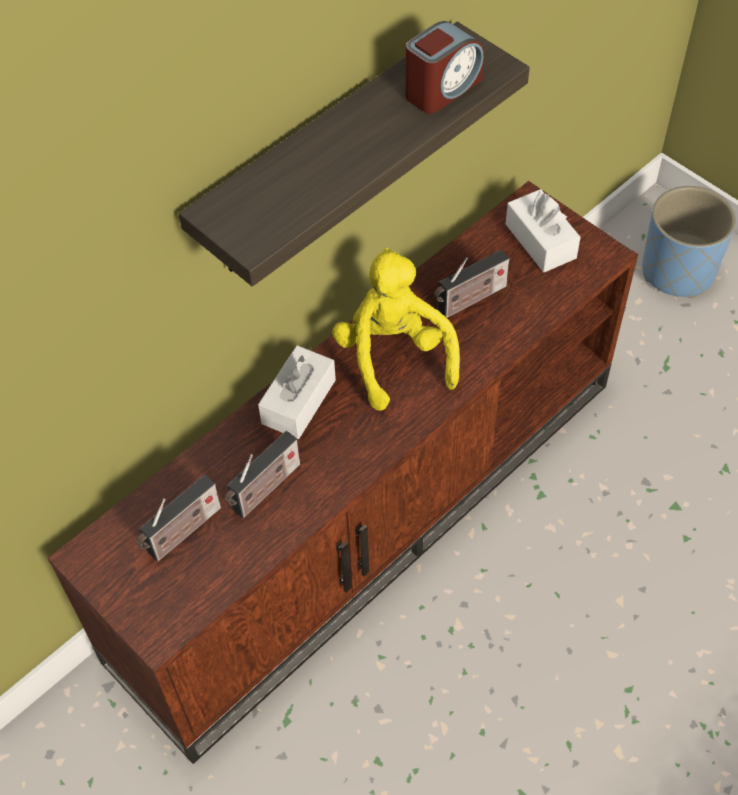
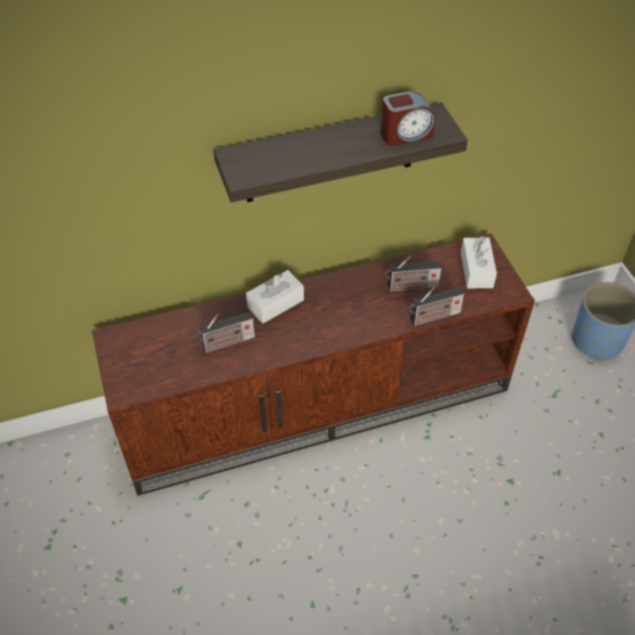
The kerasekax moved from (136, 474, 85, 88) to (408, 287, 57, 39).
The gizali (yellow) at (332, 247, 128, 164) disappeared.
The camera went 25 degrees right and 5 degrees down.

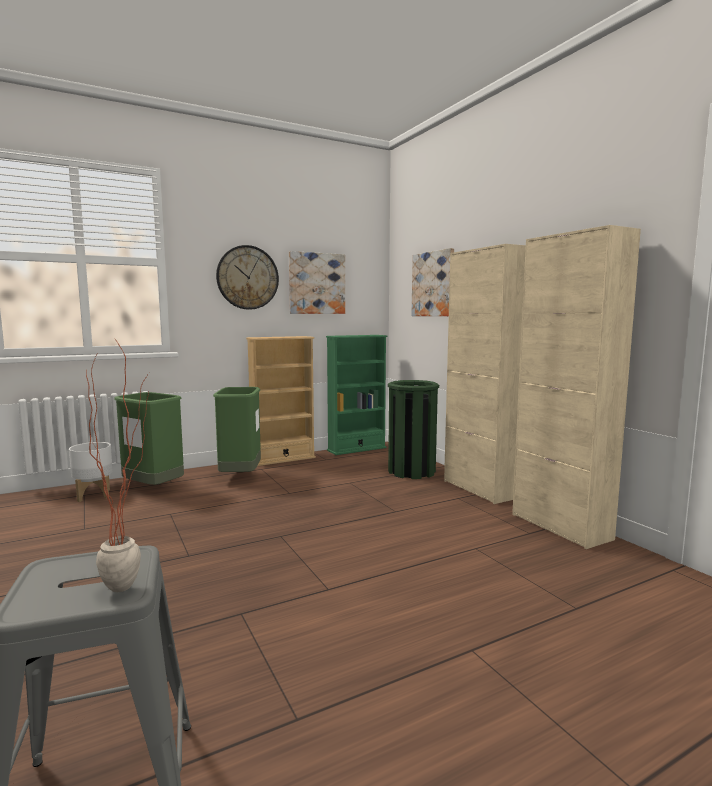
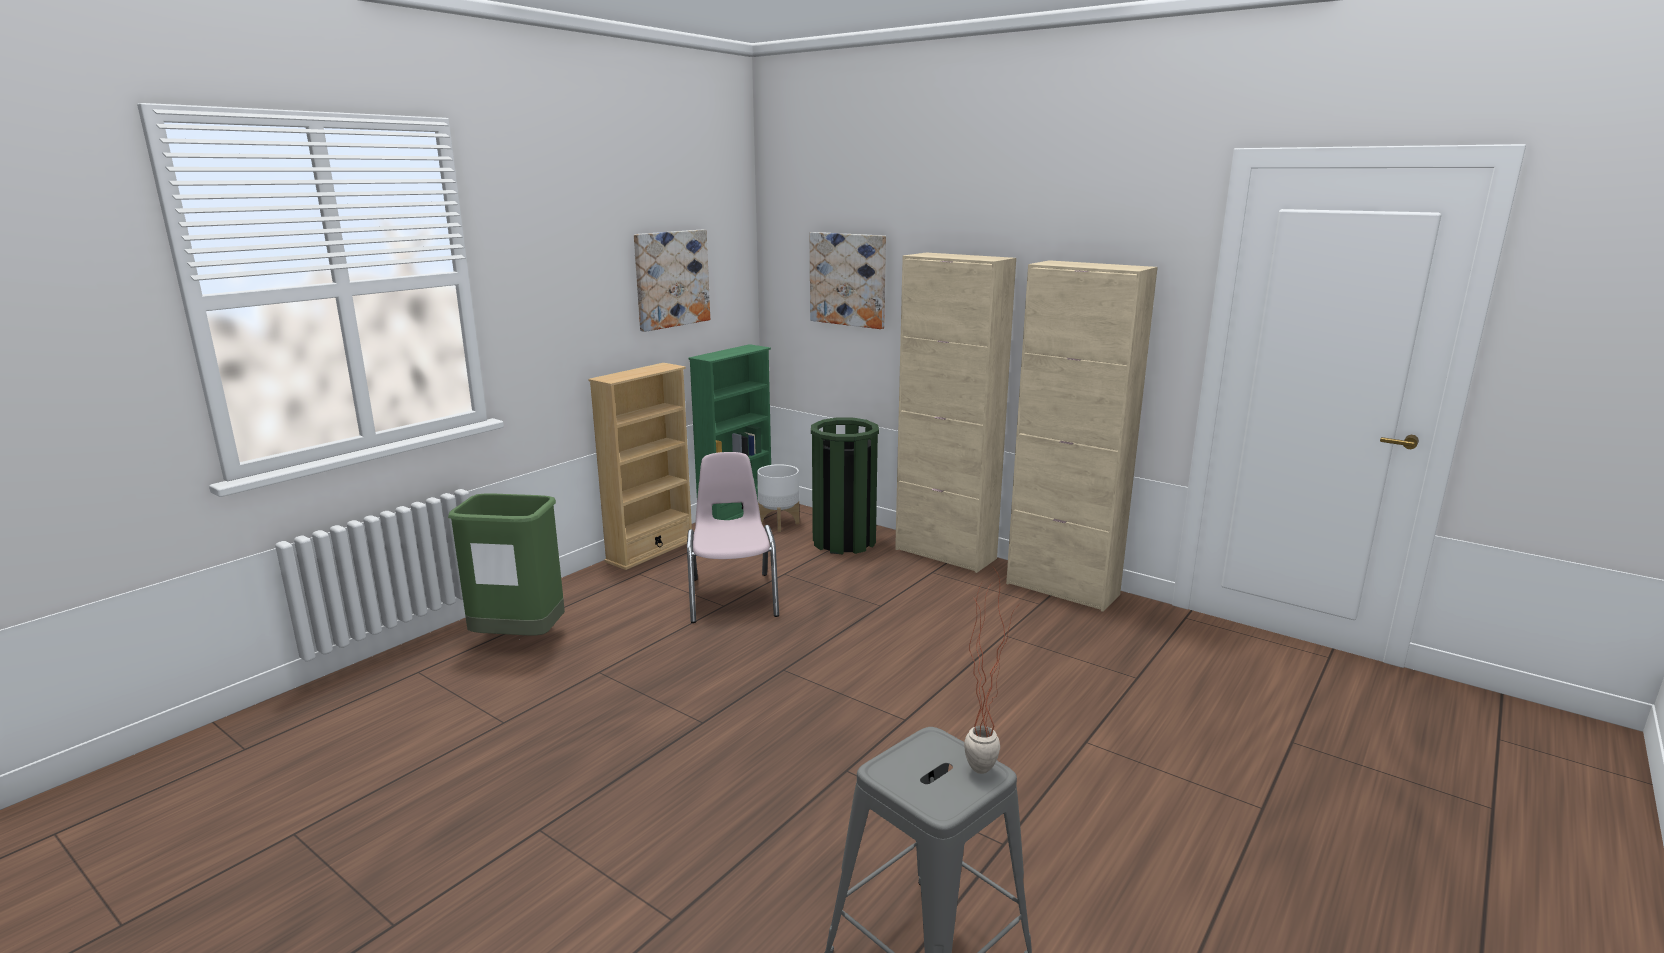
The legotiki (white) moved from (69, 442, 44, 60) to (757, 464, 42, 68).
The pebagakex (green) at (213, 387, 48, 85) disappeared.
The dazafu at (216, 245, 63, 65) disappeared.
The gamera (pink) at (687, 452, 92, 171) appeared.
The camera went 25 degrees left and 10 degrees up.

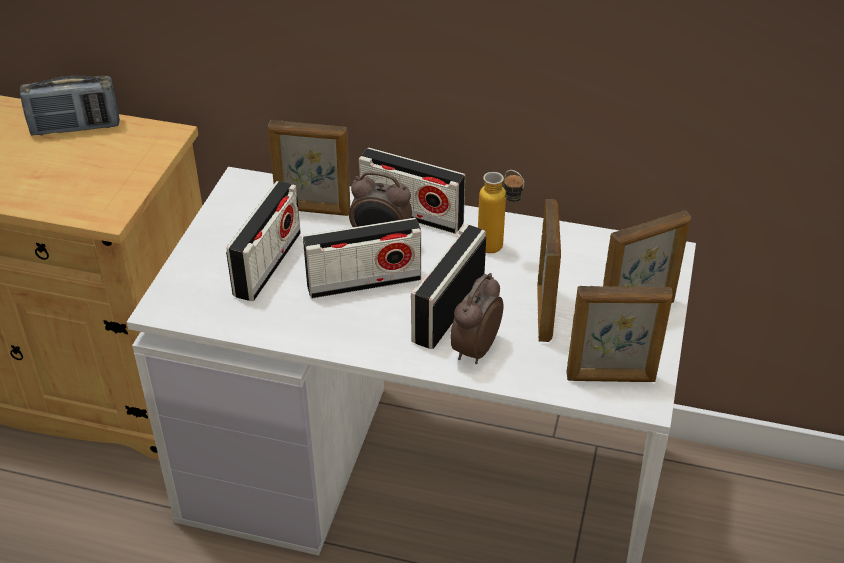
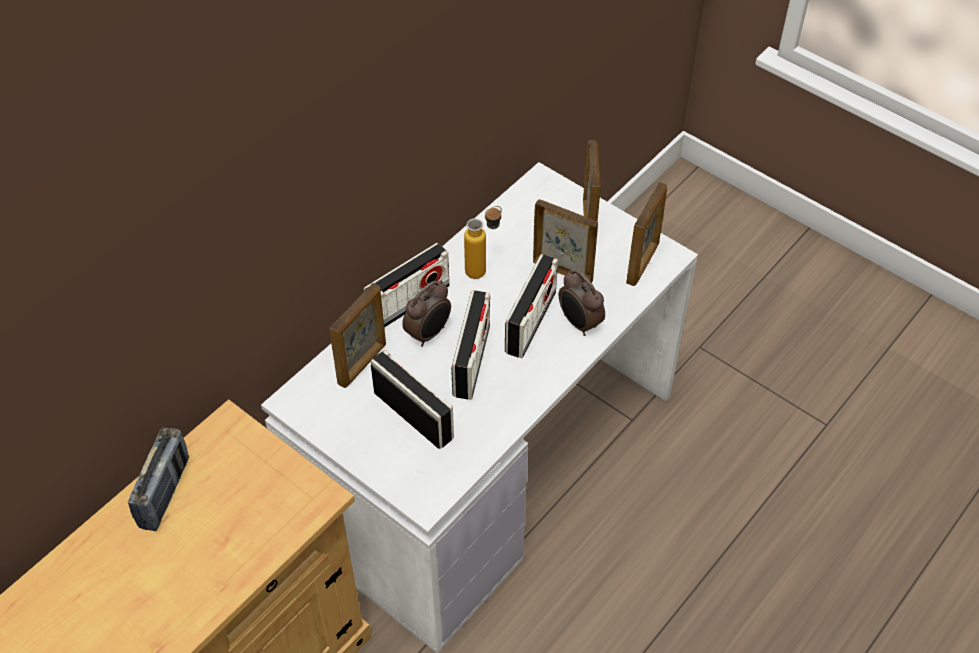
The kerasekax at (411, 224, 75, 125) turned 120 degrees counterclockwise.
The camera went 65 degrees left and 10 degrees up.

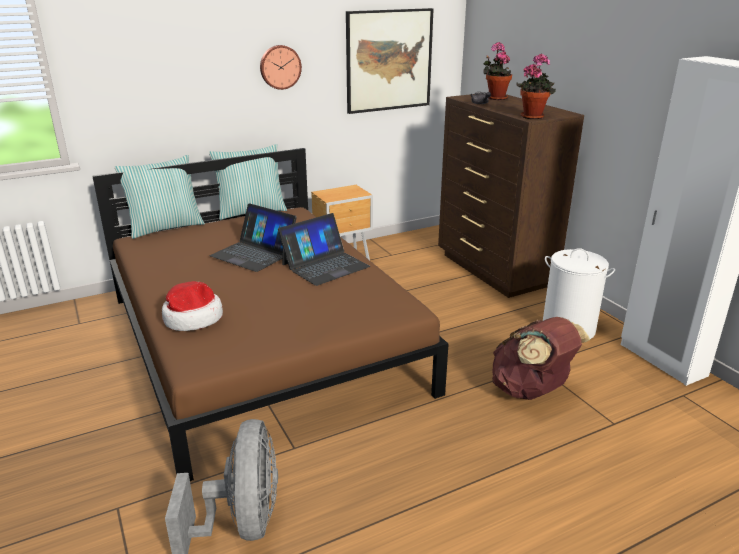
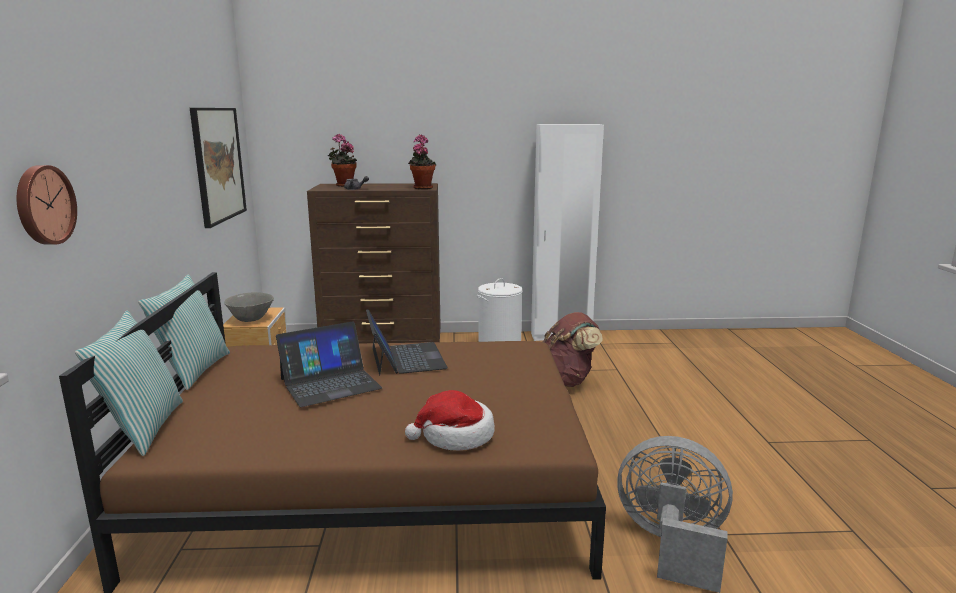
The dazafu moved from (260, 45, 42, 45) to (17, 165, 60, 80).
The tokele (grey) at (224, 292, 50, 30) appeared.
The camera went 65 degrees left and 10 degrees down.

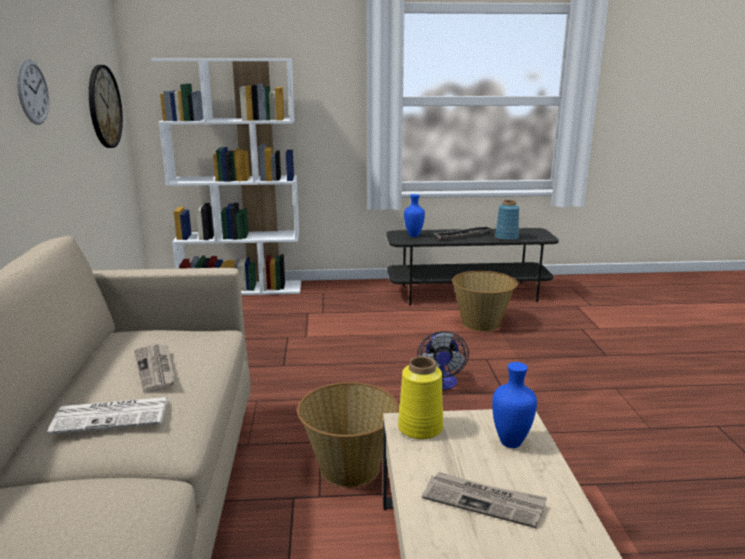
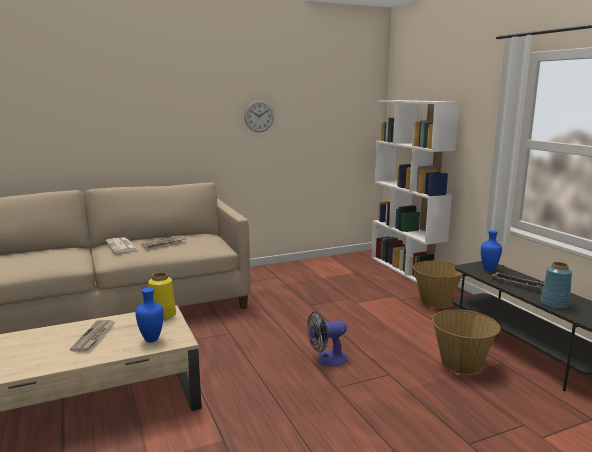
The dazafu at (89, 65, 34, 83) disappeared.
The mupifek moved from (297, 382, 102, 105) to (413, 261, 50, 47).
The camera went 70 degrees right and 5 degrees down.

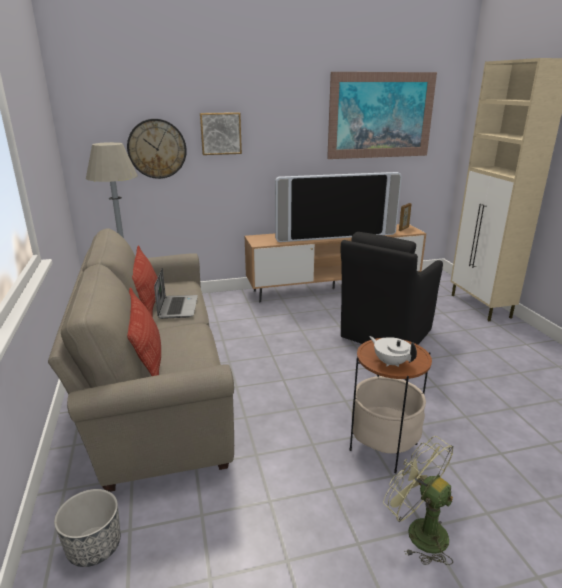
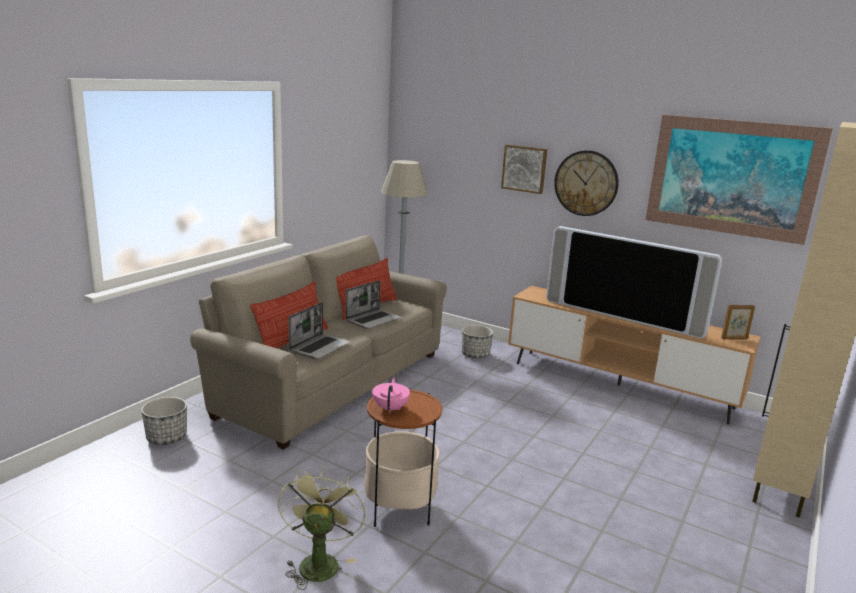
The dazafu moved from (127, 119, 60, 60) to (554, 150, 65, 66).
The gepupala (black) at (340, 232, 103, 113) disappeared.
The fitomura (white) at (369, 336, 48, 31) became the fitomura (pink) at (372, 378, 38, 35).
The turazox at (289, 302, 61, 57) appeared.
The legotiki at (462, 325, 31, 34) appeared.
The camera went 45 degrees right and 5 degrees down.

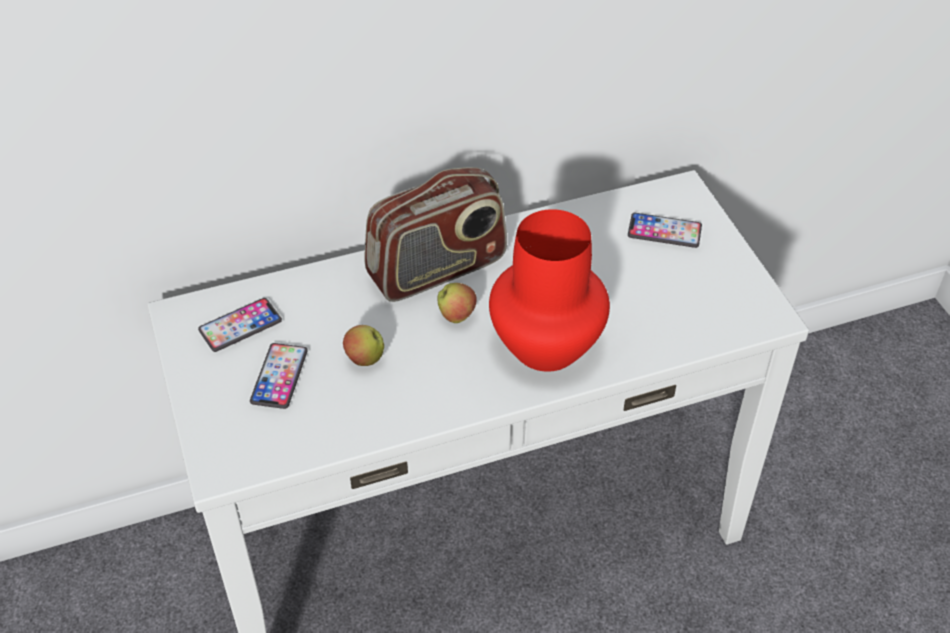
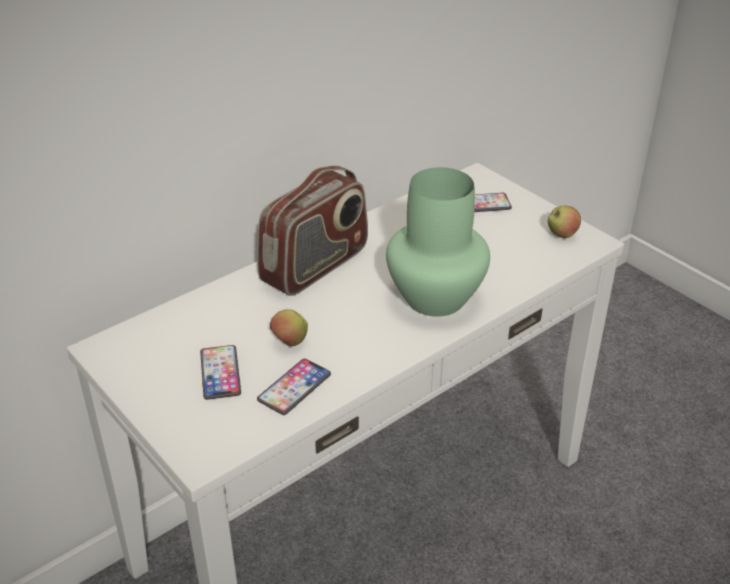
The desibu moved from (198, 298, 84, 54) to (257, 359, 74, 56).
The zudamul moved from (437, 283, 40, 40) to (548, 206, 33, 32).
The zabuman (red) at (489, 209, 121, 163) became the zabuman (green) at (386, 167, 104, 150).
The camera went 20 degrees left and 10 degrees down.

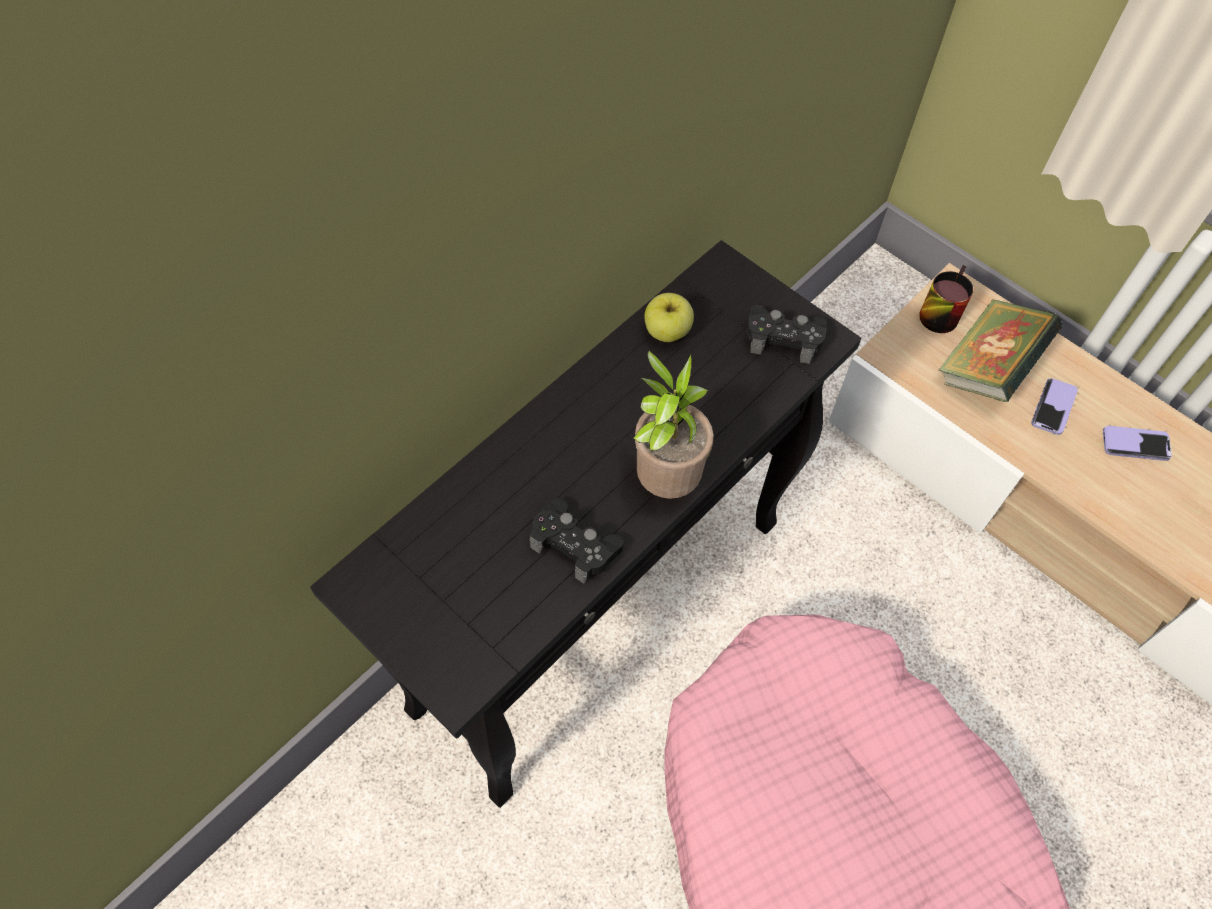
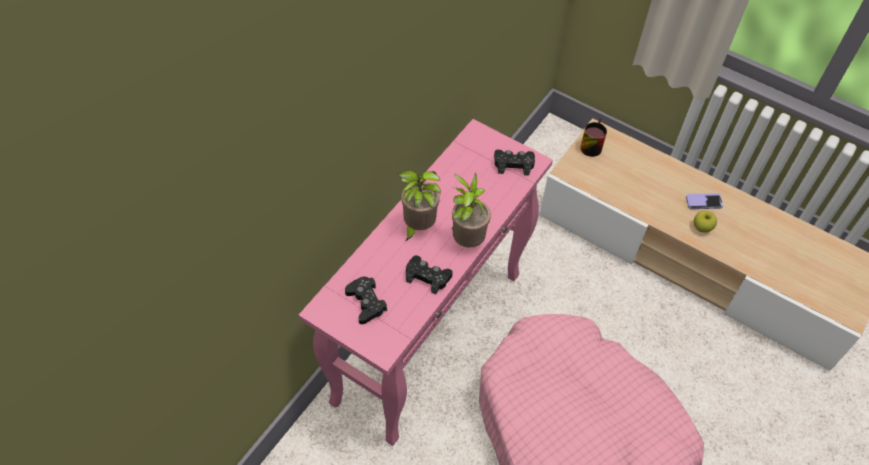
The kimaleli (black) at (310, 240, 551, 568) became the kimaleli (pink) at (299, 119, 254, 327).
The zudamul moved from (644, 293, 50, 49) to (694, 210, 23, 23).
The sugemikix at (939, 299, 123, 103) disappeared.
The desibu at (1031, 378, 47, 57) disappeared.
The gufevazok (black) at (345, 277, 42, 47) appeared.
The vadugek at (398, 171, 43, 70) appeared.
The camera went 10 degrees left and 5 degrees down.

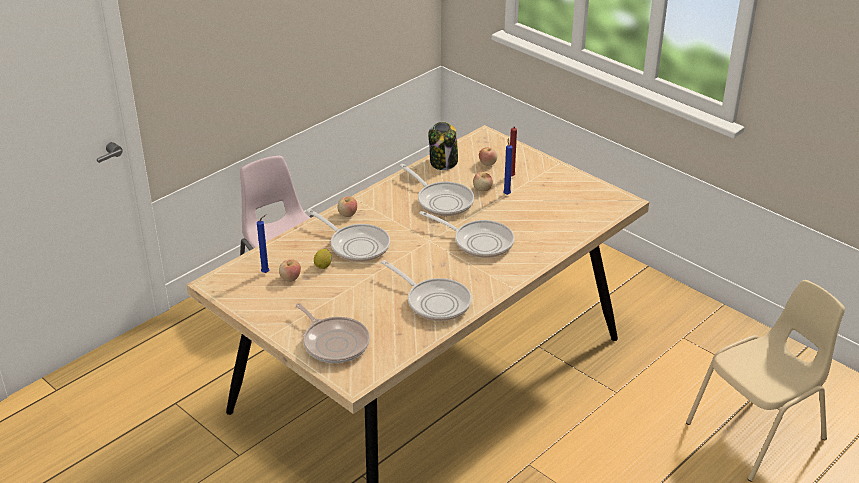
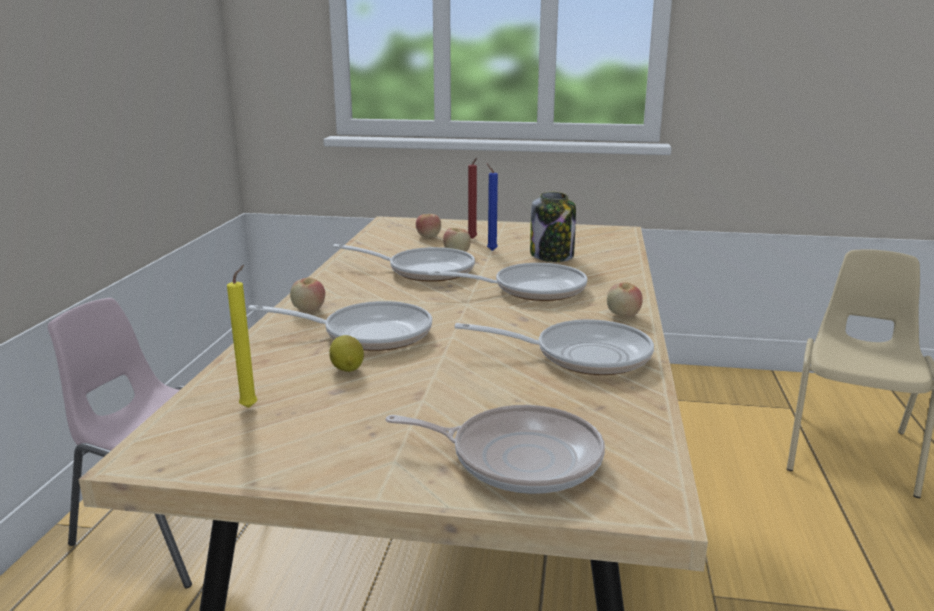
The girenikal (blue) at (257, 214, 12, 59) became the girenikal (yellow) at (227, 265, 30, 143).
The zudamul moved from (279, 259, 22, 23) to (607, 282, 36, 35).
The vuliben moved from (428, 122, 30, 48) to (530, 192, 46, 70).
The camera went 35 degrees left and 15 degrees down.

